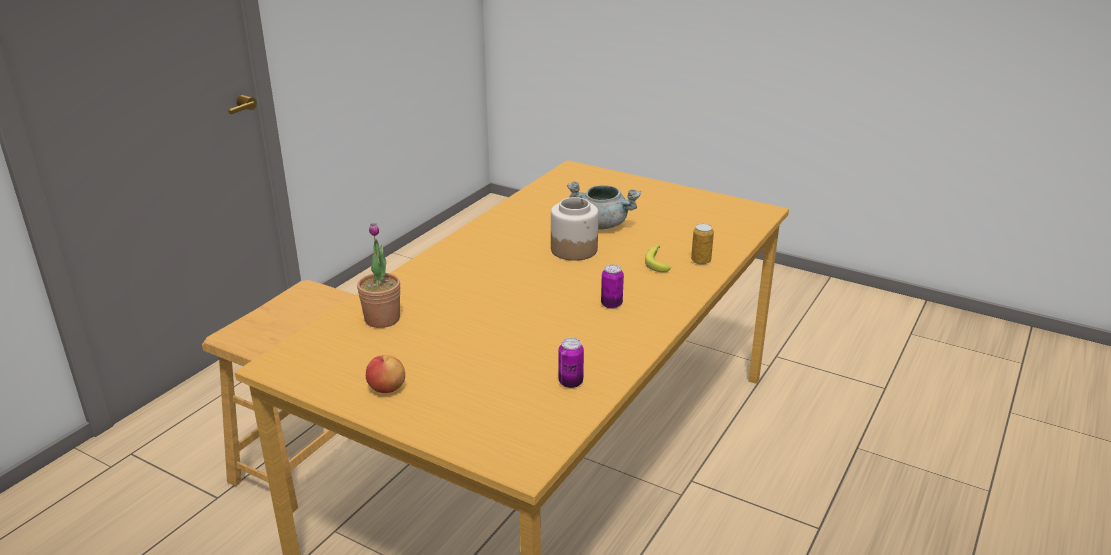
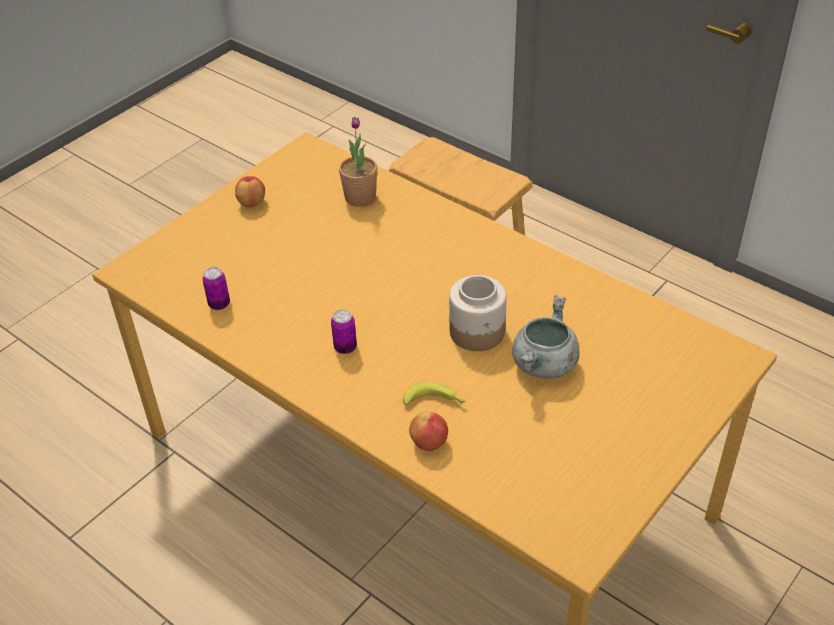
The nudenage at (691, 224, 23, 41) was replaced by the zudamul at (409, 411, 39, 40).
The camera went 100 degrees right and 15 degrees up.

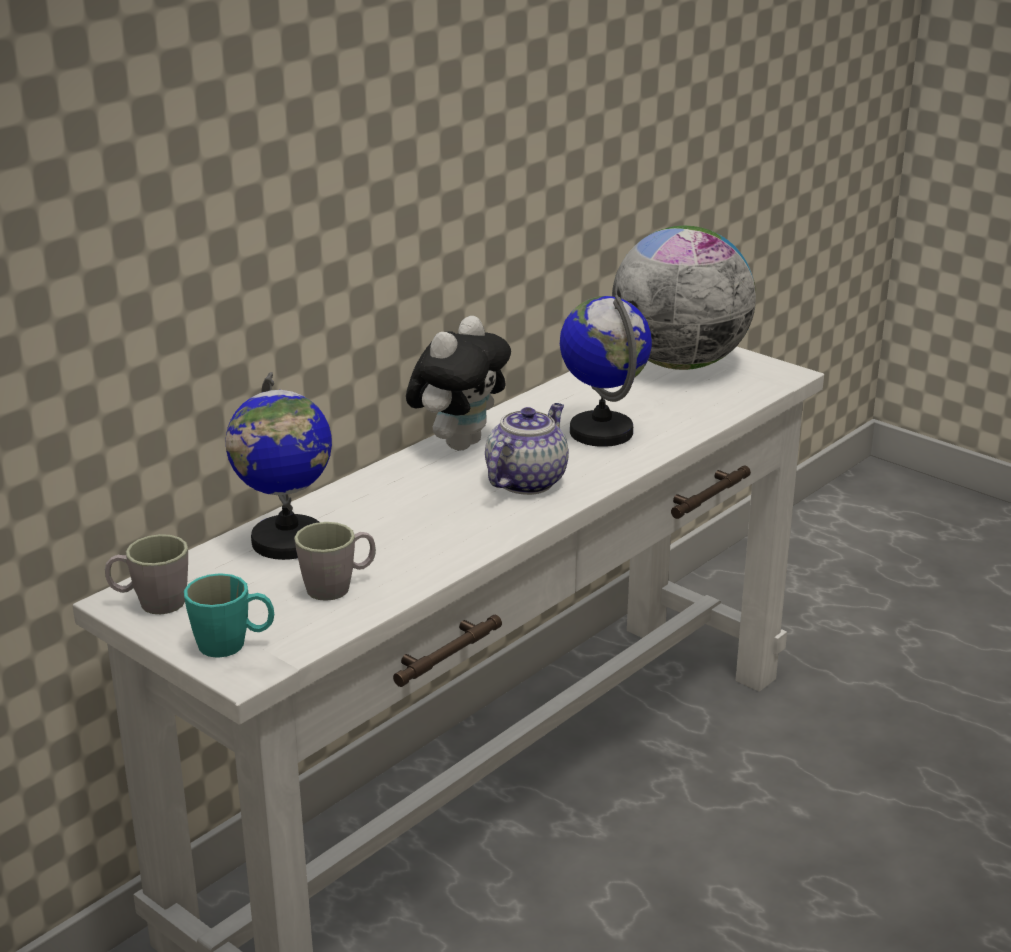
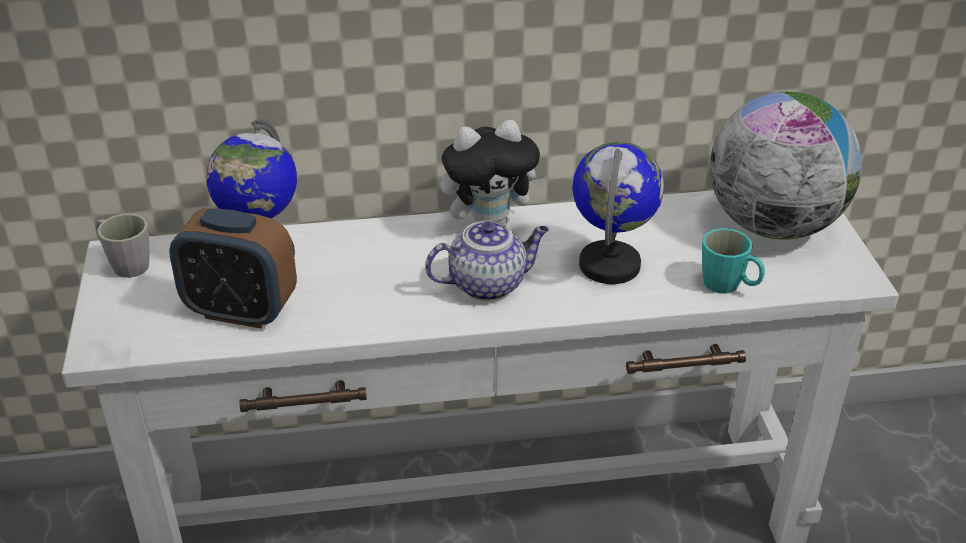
The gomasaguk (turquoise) moved from (184, 573, 90, 85) to (702, 228, 63, 66).
The gomasaguk (grey) at (294, 522, 82, 79) was replaced by the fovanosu at (169, 208, 128, 120).
The camera went 40 degrees right and 10 degrees up.

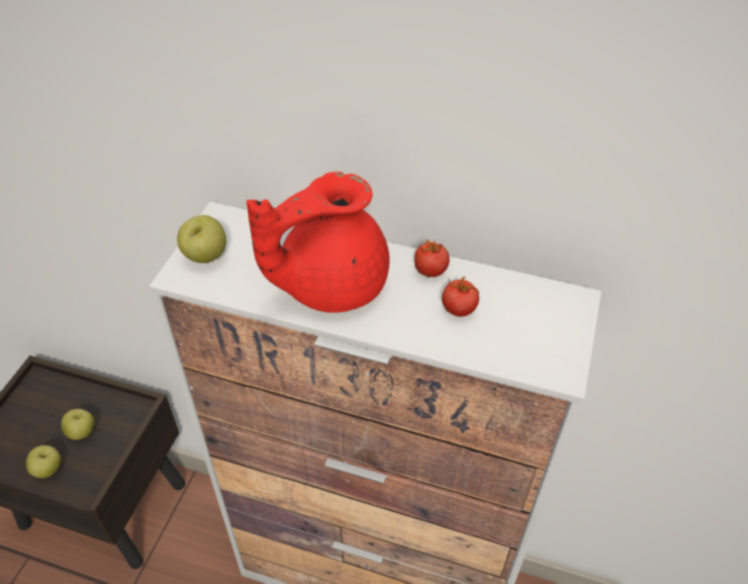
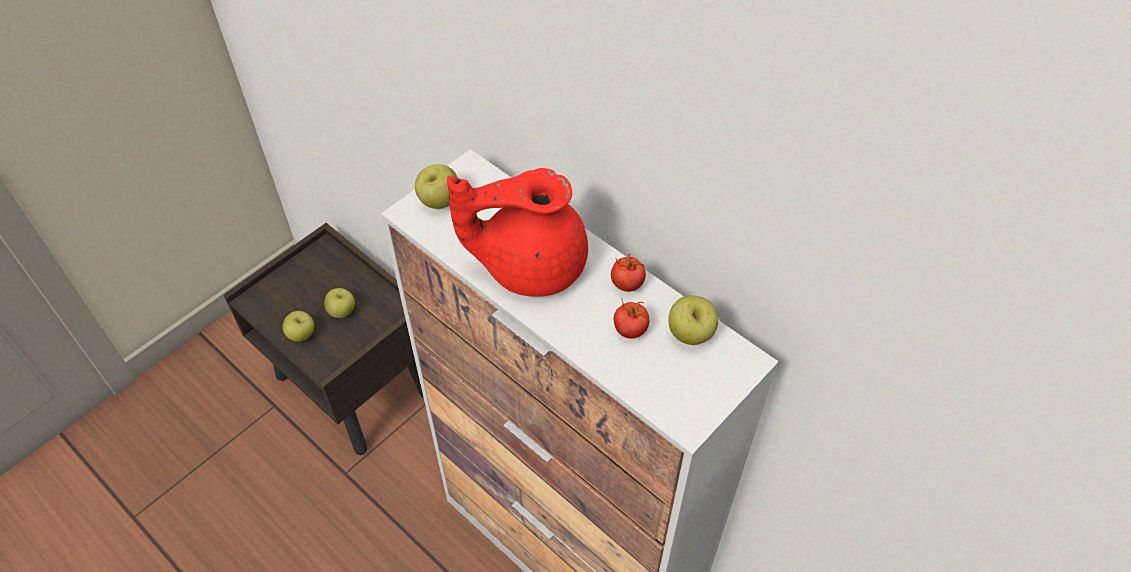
The zudamul at (669, 295, 50, 50) appeared.
The camera went 25 degrees right and 5 degrees up.

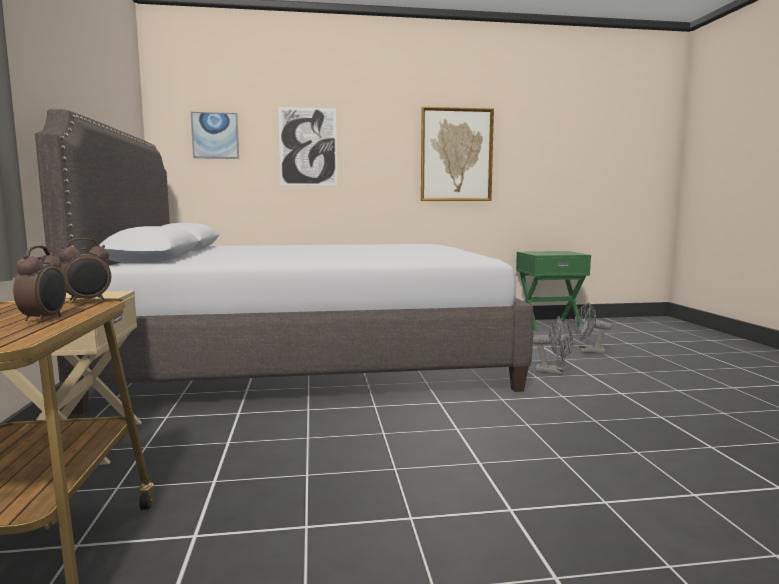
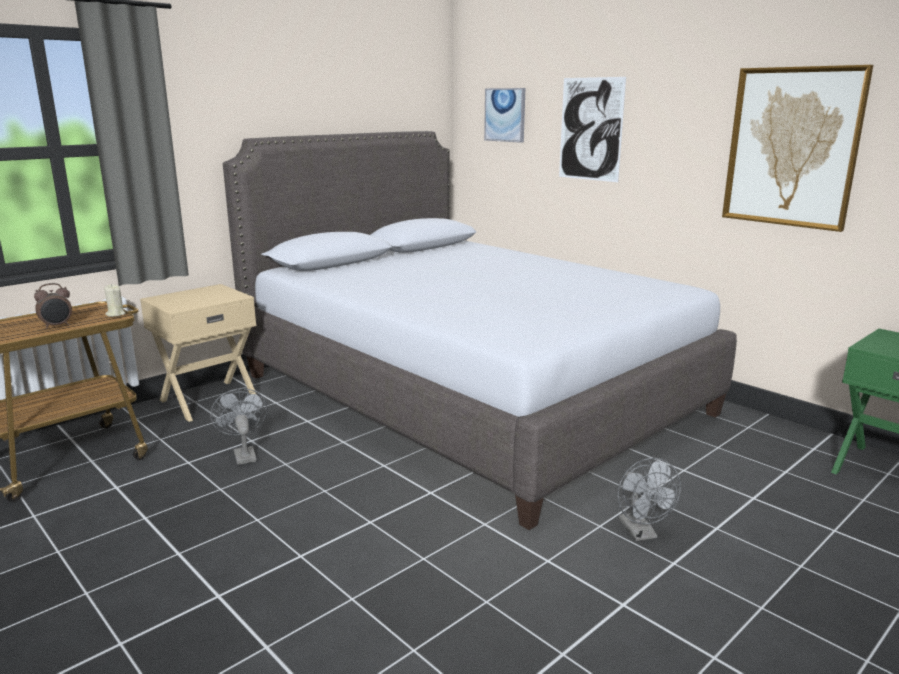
The fovanosu at (58, 238, 53, 65) was replaced by the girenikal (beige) at (104, 284, 22, 33).
The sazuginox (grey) moved from (574, 302, 38, 52) to (210, 388, 58, 77).
The camera went 55 degrees right and 10 degrees up.

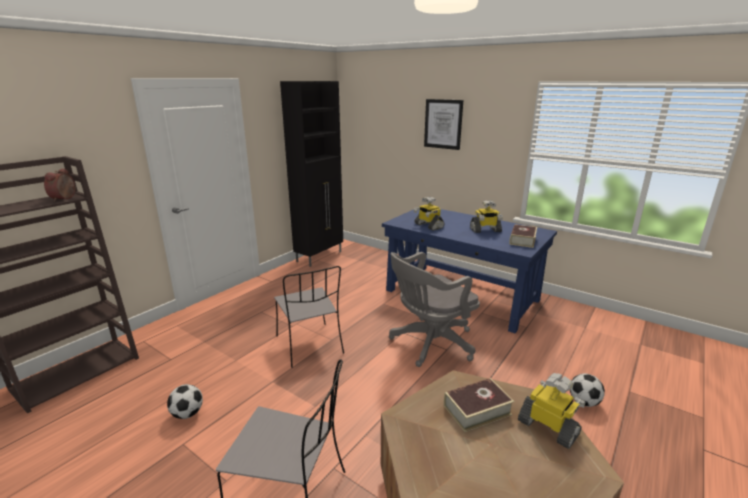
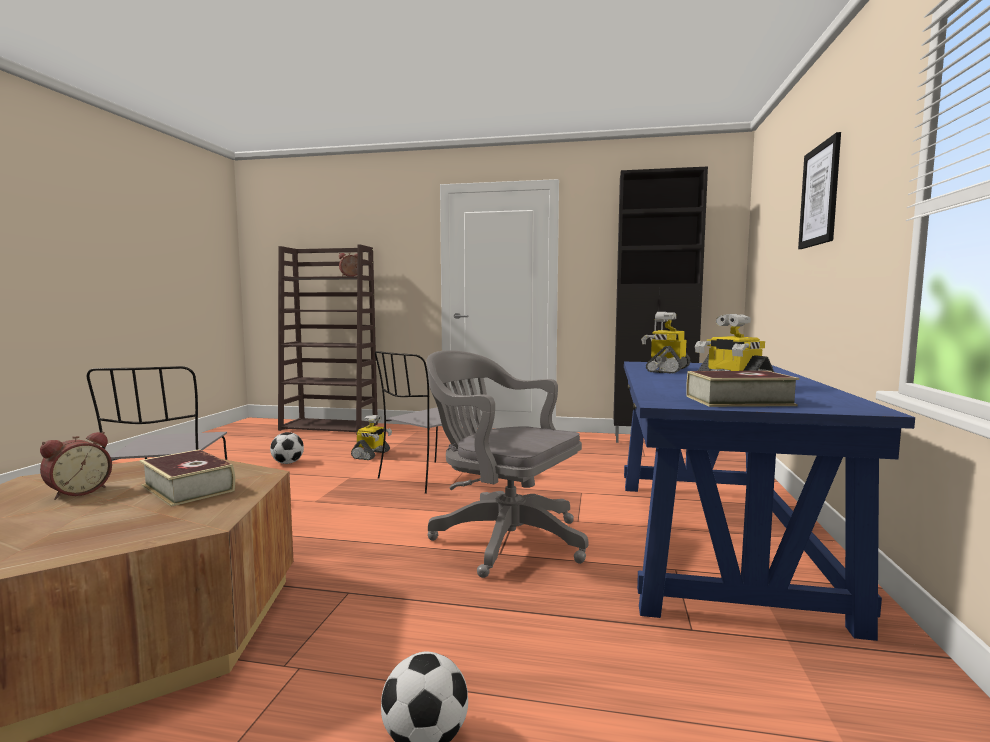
The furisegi moved from (518, 373, 67, 76) to (351, 415, 41, 45).
The fovanosu at (40, 432, 72, 68) appeared.
The camera went 65 degrees right and 15 degrees down.

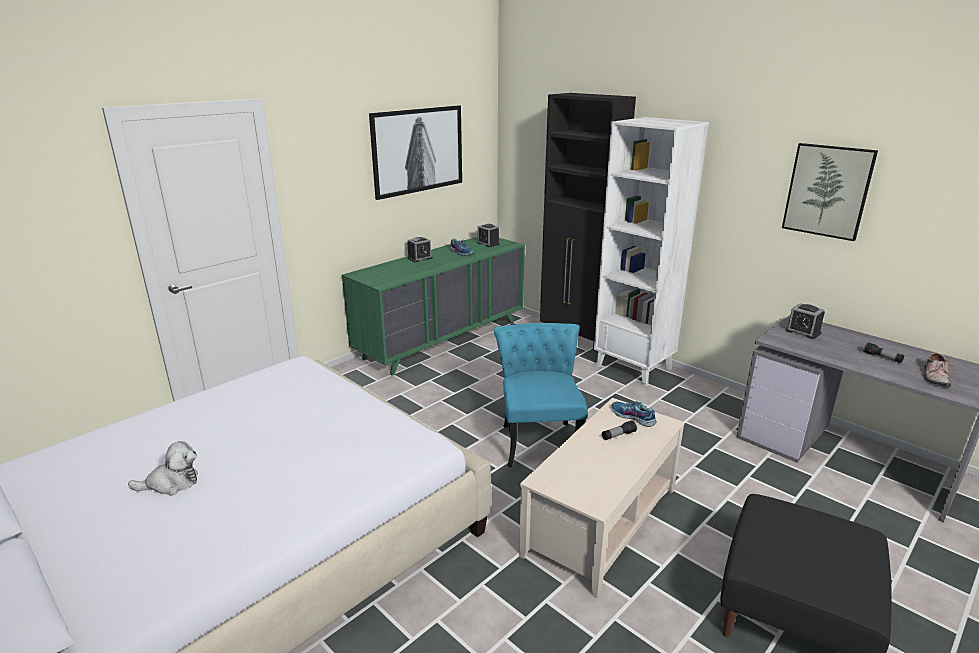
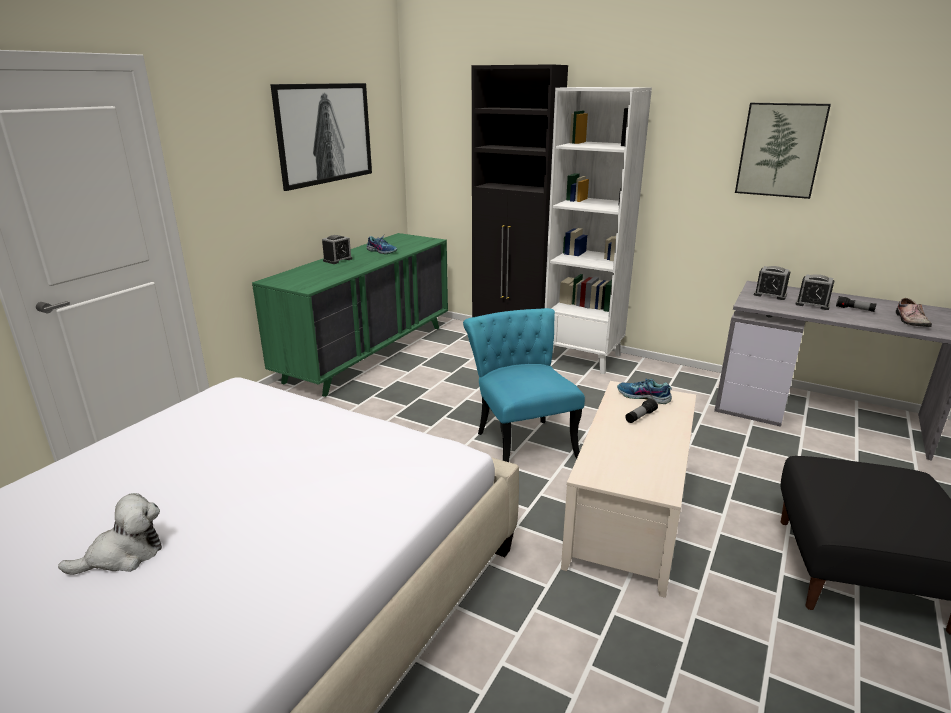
The fovanosu moved from (477, 224, 23, 23) to (795, 274, 40, 36).
The camera went 15 degrees left and 0 degrees up.

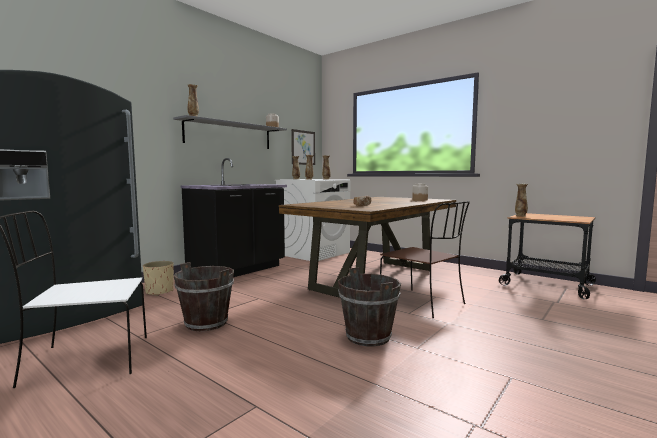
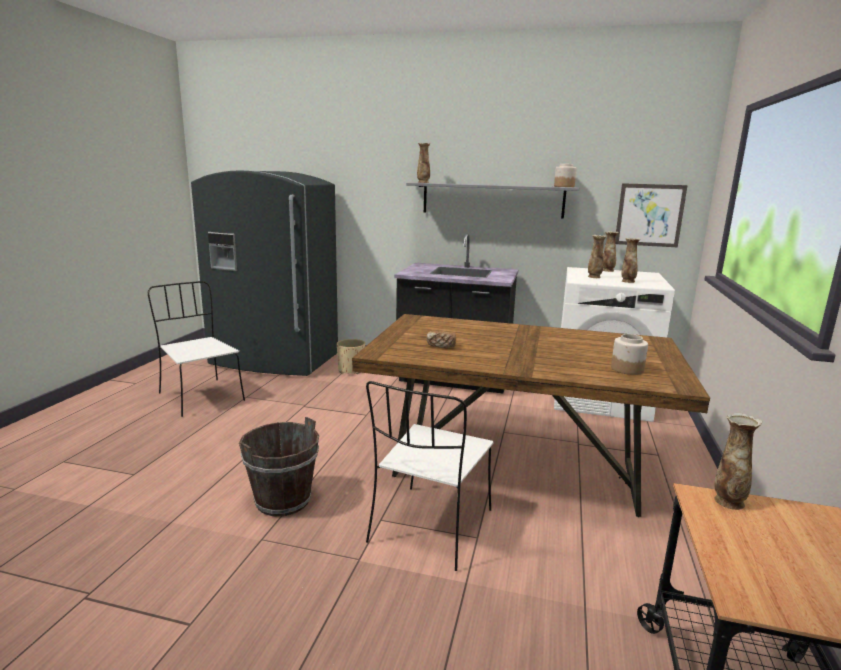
The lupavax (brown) at (174, 262, 60, 69) disappeared.
The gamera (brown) at (380, 201, 90, 117) became the gamera (white) at (366, 381, 128, 190).
The camera went 65 degrees right and 10 degrees up.

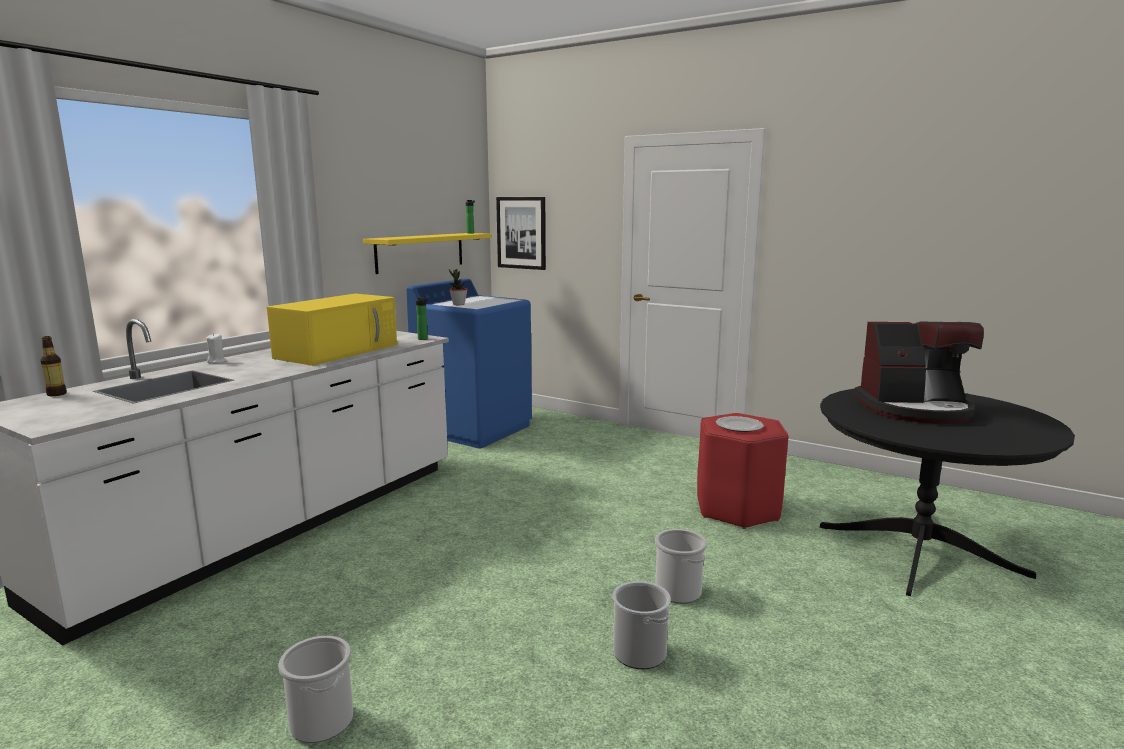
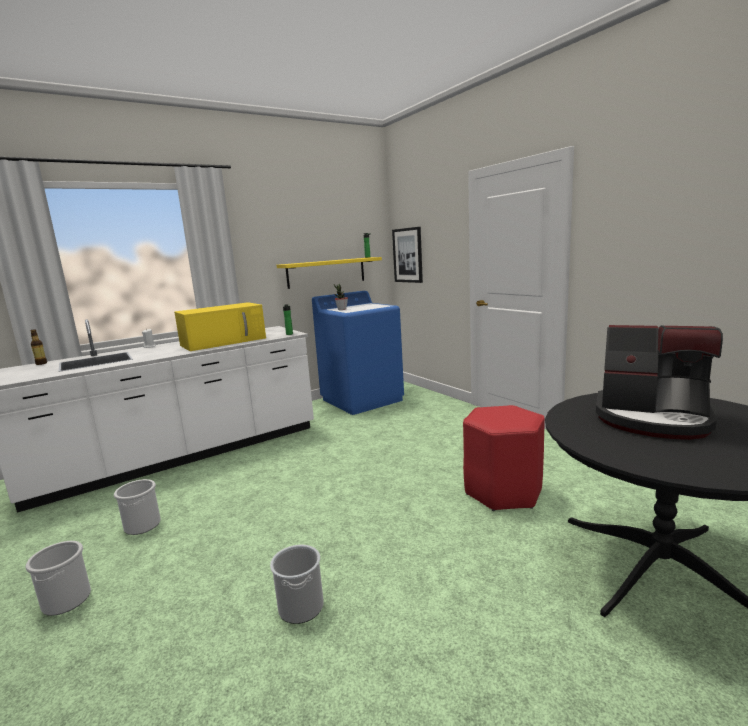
The lupavax moved from (655, 529, 52, 75) to (114, 479, 47, 56).
The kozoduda at (716, 416, 48, 16) disappeared.
The camera went 25 degrees right and 0 degrees up.

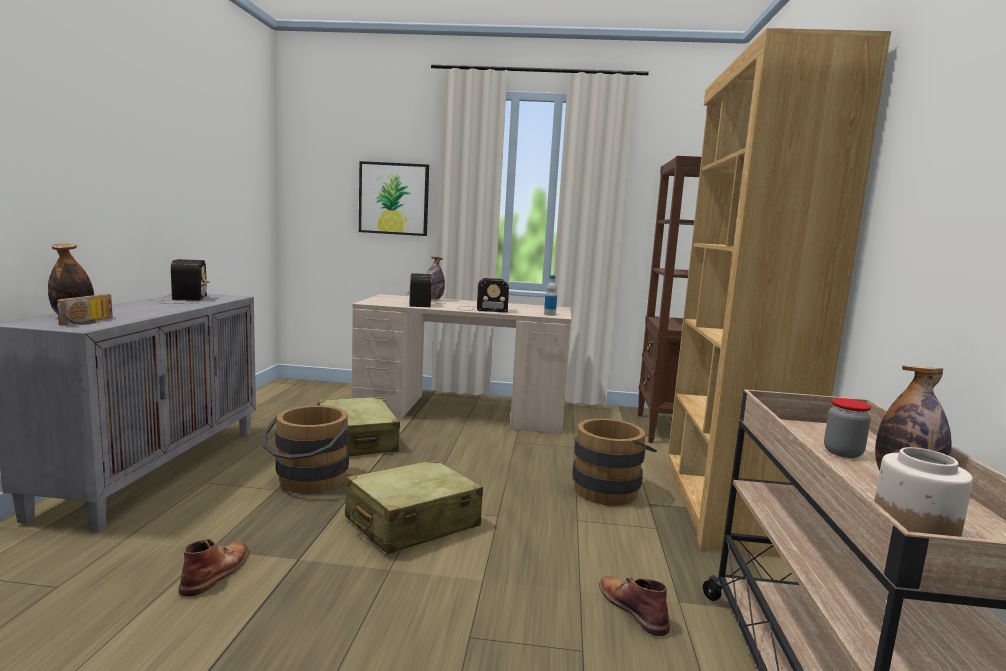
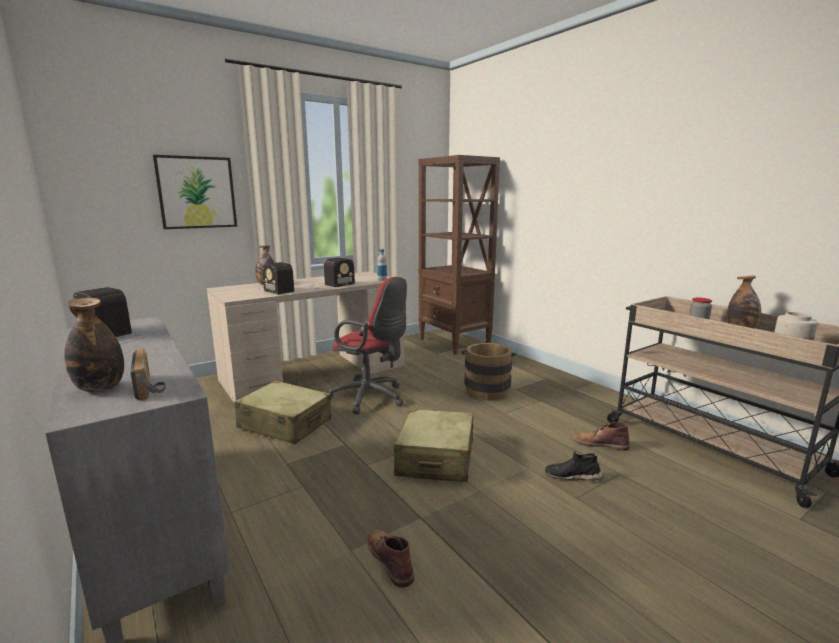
The lupavax (brown) at (262, 405, 87, 88) disappeared.
The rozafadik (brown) at (667, 28, 224, 530) disappeared.
The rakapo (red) at (329, 277, 78, 137) appeared.
The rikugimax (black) at (545, 451, 58, 30) appeared.
The camera went 40 degrees left and 5 degrees up.

